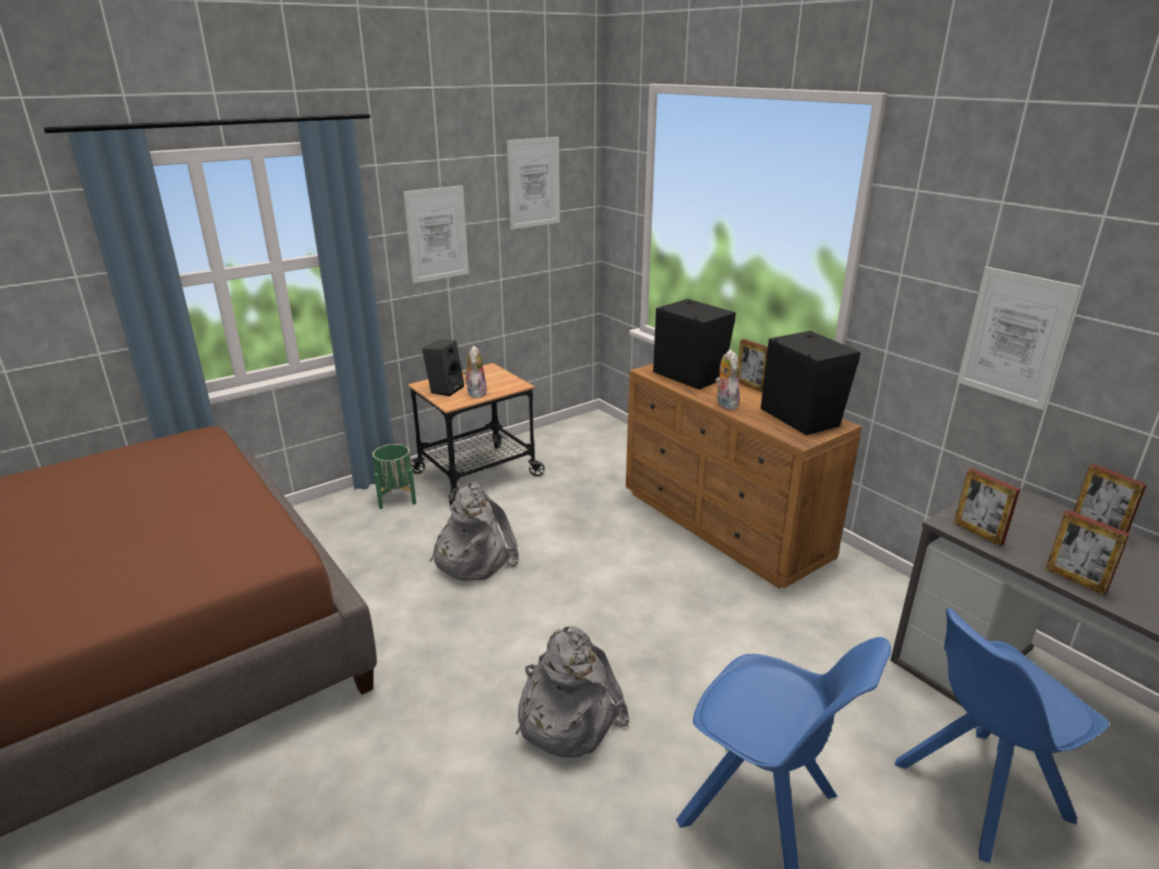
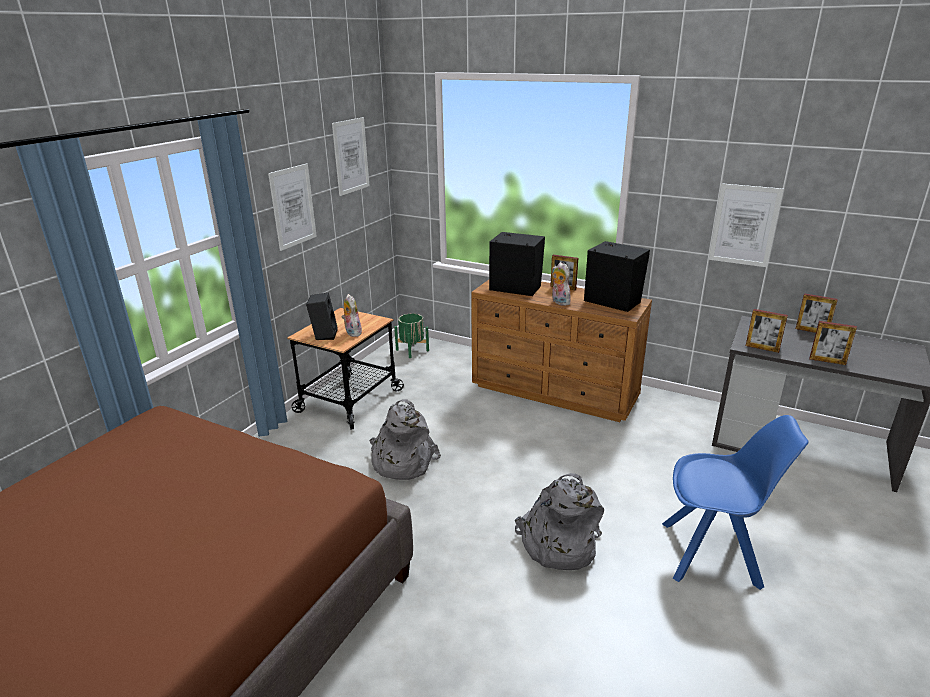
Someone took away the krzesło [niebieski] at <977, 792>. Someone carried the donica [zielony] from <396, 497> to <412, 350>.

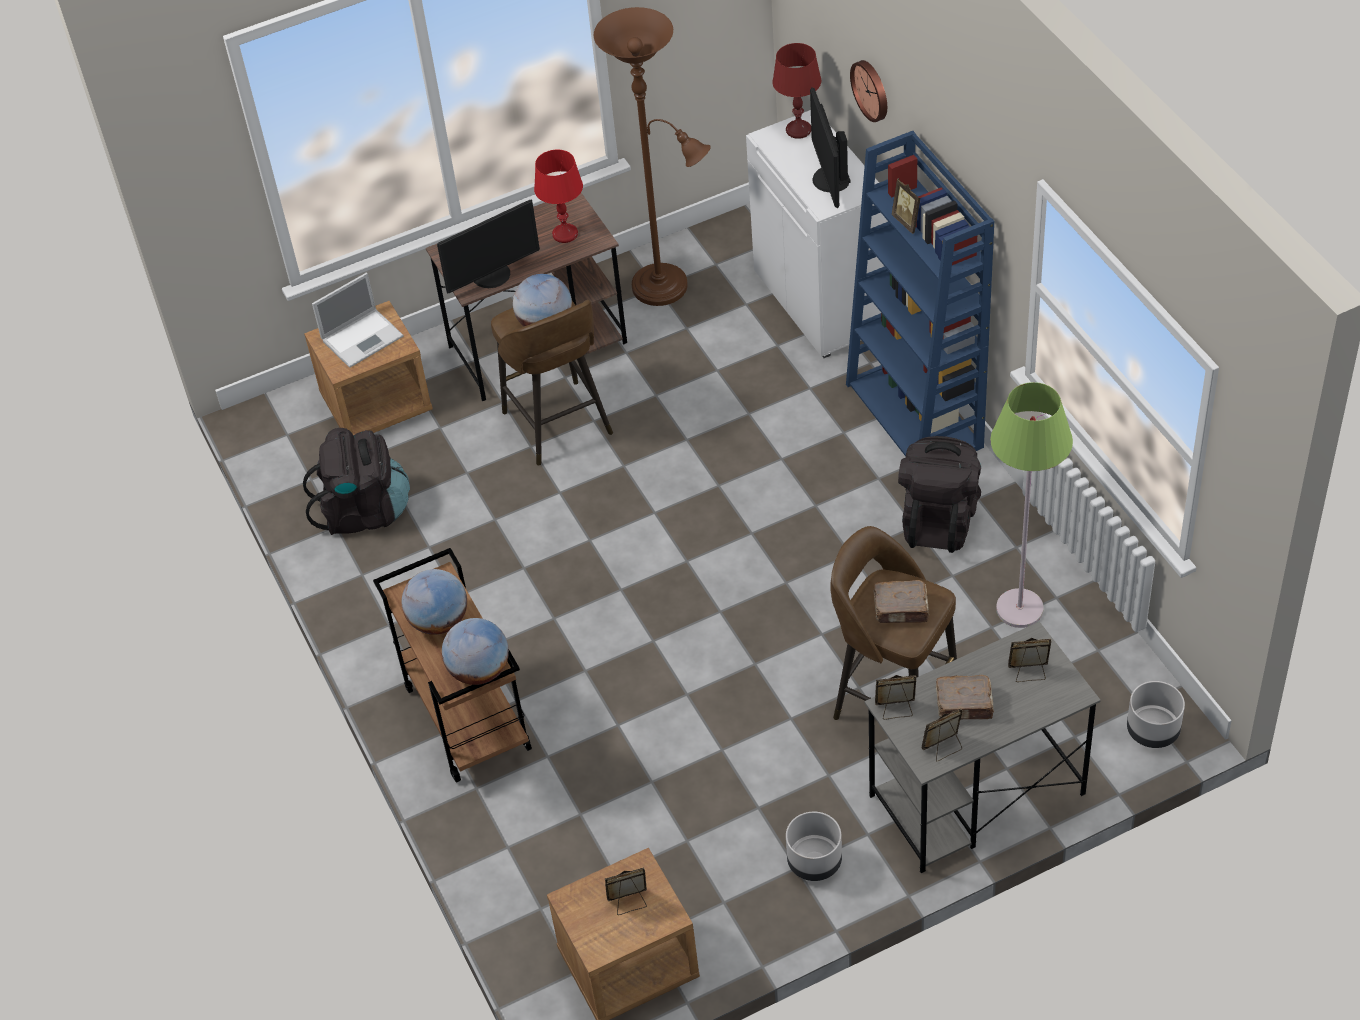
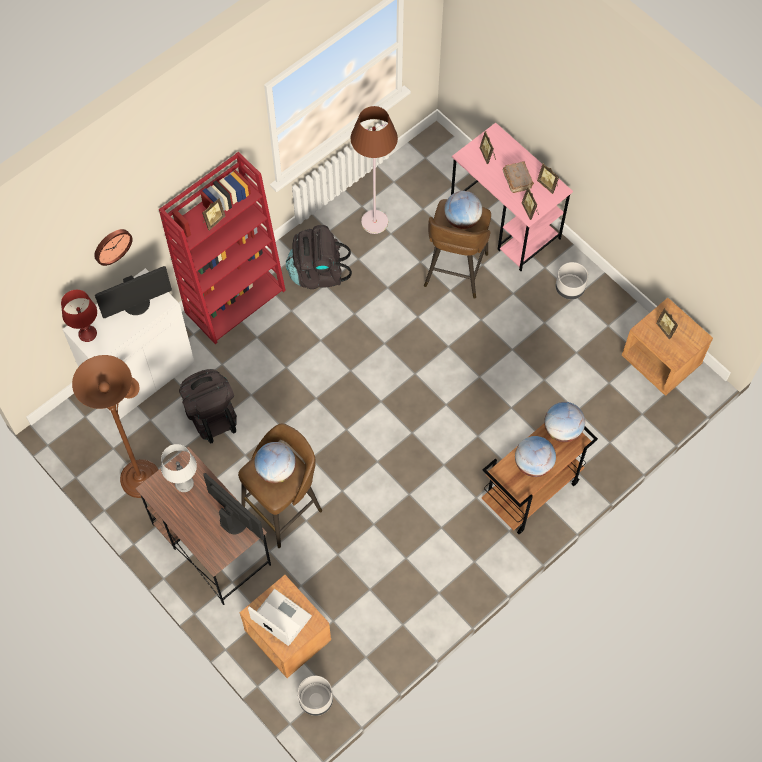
Someone carried the plecak [czarny] from <364, 511> to <211, 415>. Someone carried the donica [szary] from <1153, 731> to <316, 699>. Someone swapped the książka [brązowy] at <901, 609> for the globus at <462, 219>. Someone repainted the lampa stołowa [czerwony] at <565, 234>, which became the lampa stołowa [szary] at <184, 483>. Someone repainted the regał [niebieski] at <916, 416>, which became the regał [czerwony] at <235, 300>. Someone repainted the biurko [szary] at <975, 796>, which became the biurko [różowy] at <505, 223>. Someone repainted the lampa stojąca [zielony] at <1019, 609>, which became the lampa stojąca [brązowy] at <374, 222>.

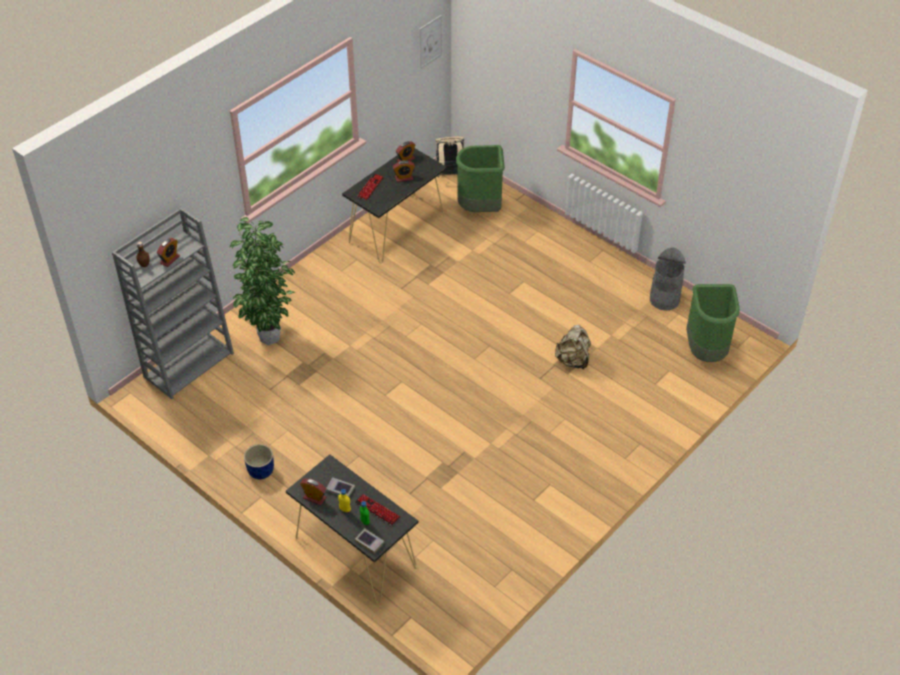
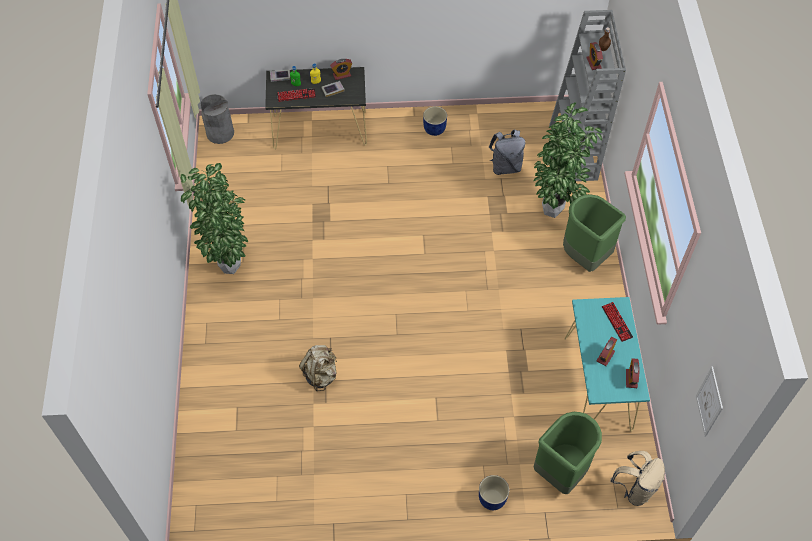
Someone put down the roślina doniczkowa at <228, 265>. Someone put down the donica [niebieski] at <491, 499>. Someone put down the plecak [szary] at <505, 166>. Someone carried the kosz na śmieci [szary] from <664, 299> to <220, 133>. Someone carried the kosz na śmieci [zielony] from <706, 351> to <585, 257>. Someone repainted the stolik konsolowy [czarny] at <397, 228>, which became the stolik konsolowy [turkusowy] at <598, 383>.

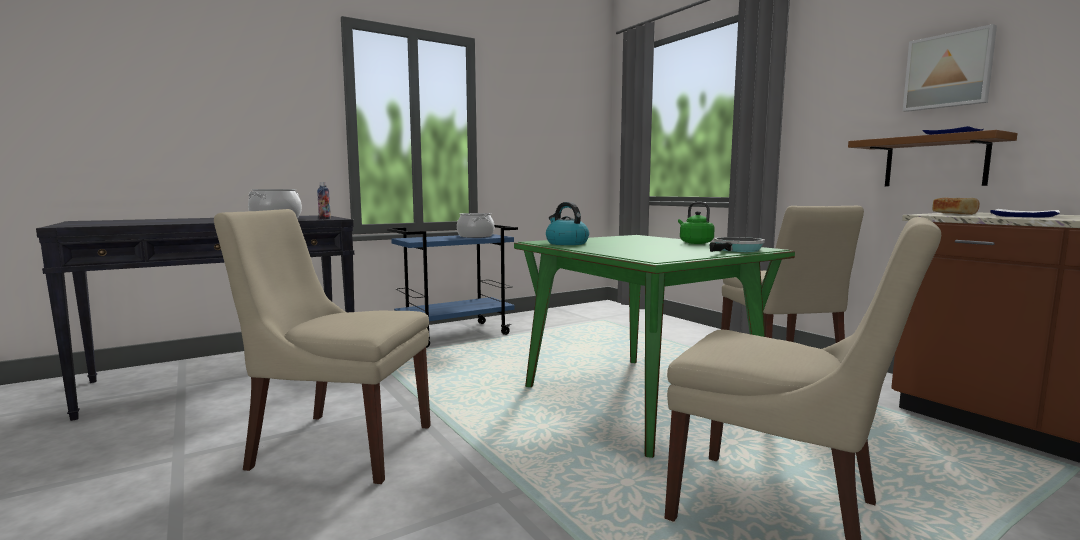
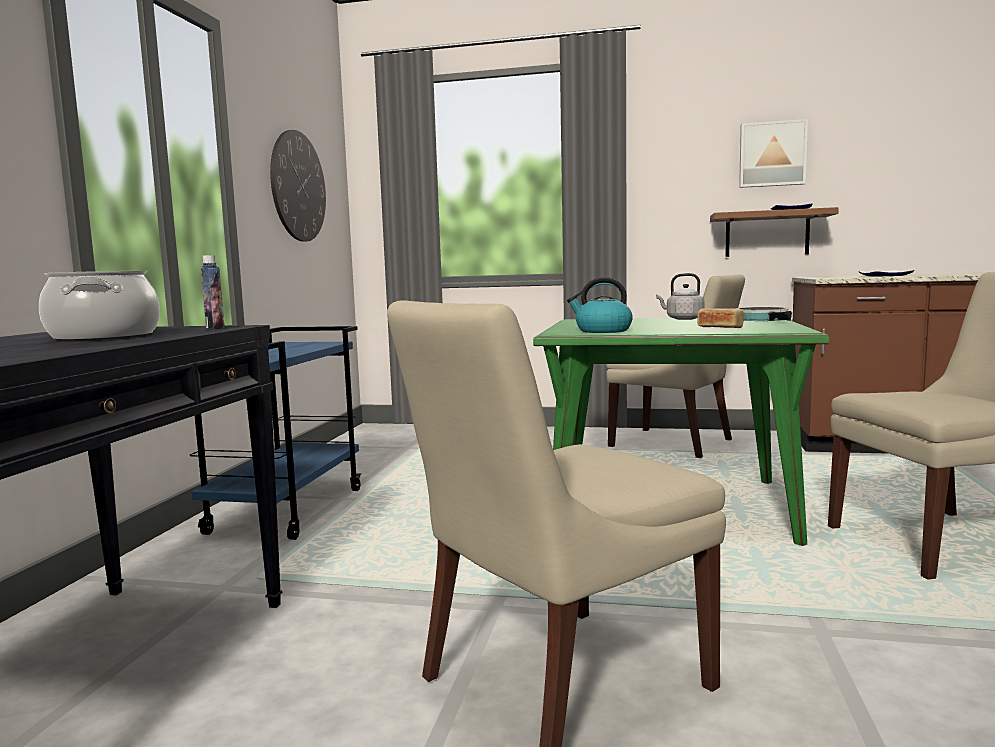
Someone took away the garnek at <476, 236>. Someone put up the zegar ścienny at <298, 186>. Someone carried the chleb from <955, 214> to <720, 328>. Someone repainted the czajnik [zielony] at <694, 243>, which became the czajnik [szary] at <682, 319>.

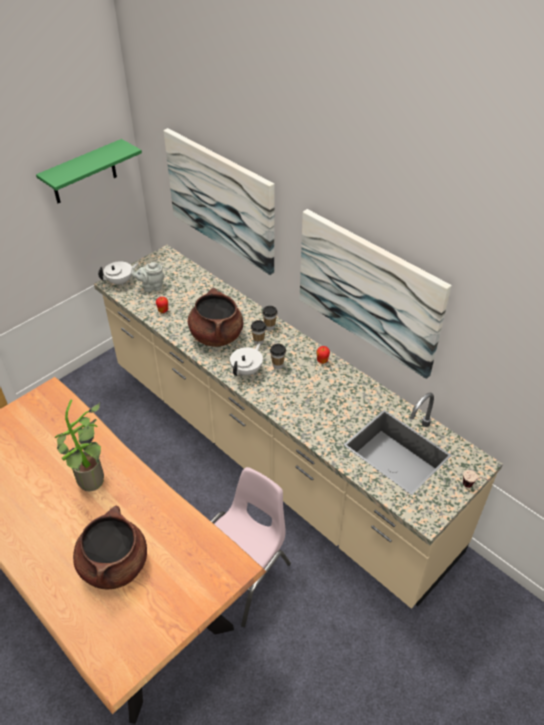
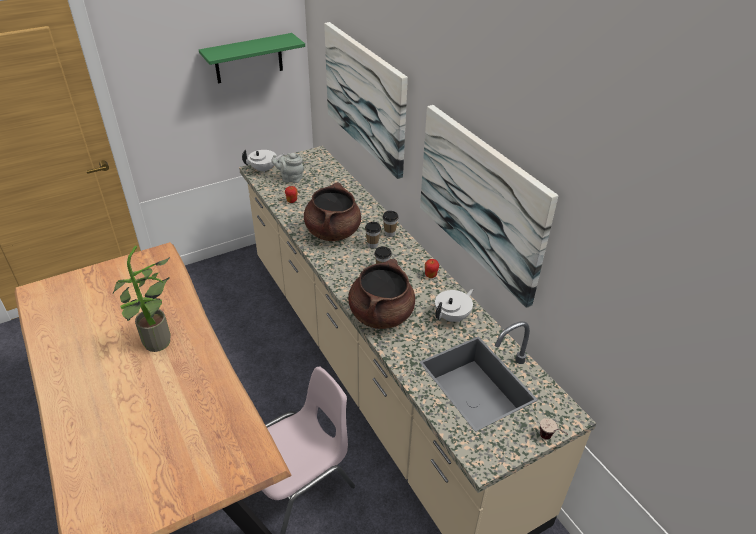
Someone carried the garnek [brązowy] from <114, 564> to <381, 314>. Someone carried the imbryk [biały] from <247, 370> to <452, 316>.

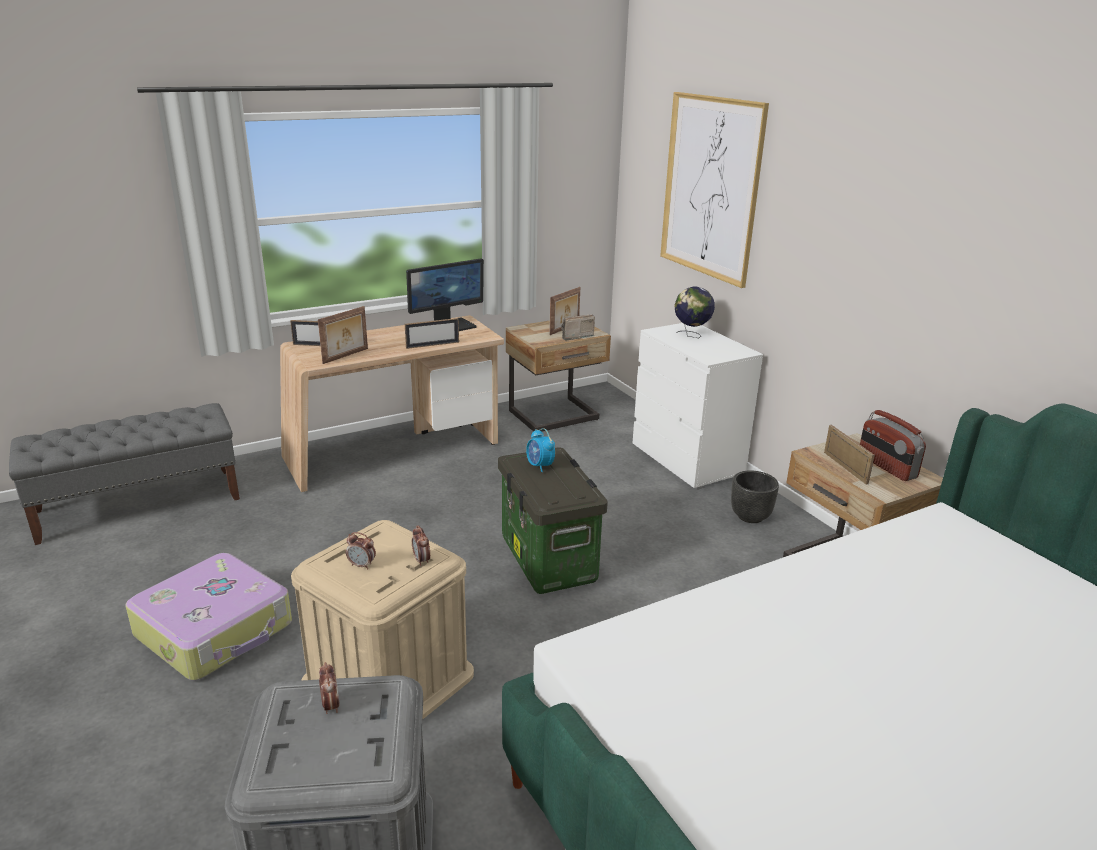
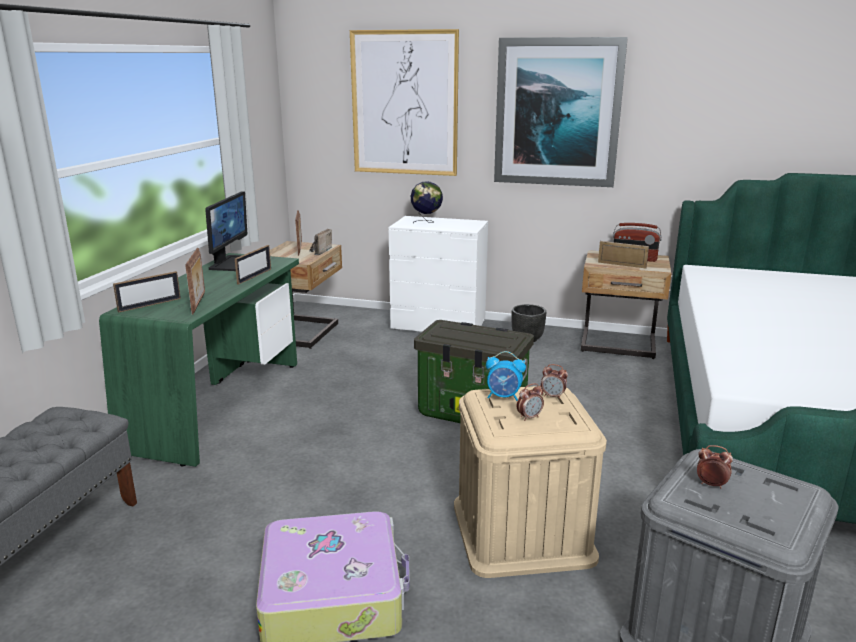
Someone put up the obraz at <558, 112>. Someone carried the budzik from <540, 466> to <504, 397>. Someone repainted the biurko [beżowy] at <394, 453>, which became the biurko [zielony] at <221, 405>.

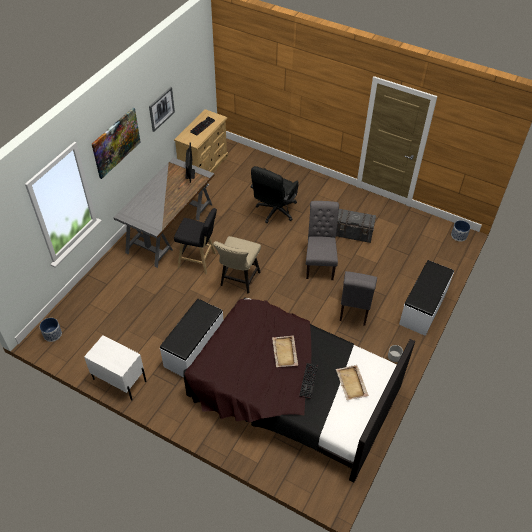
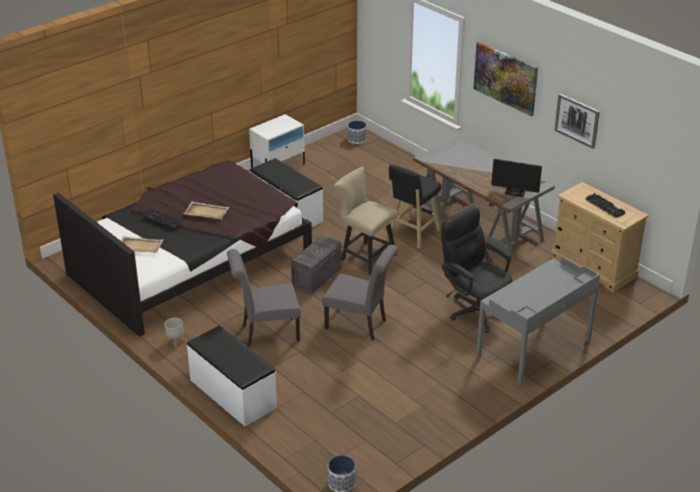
Someone put down the biurko [szary] at <534, 348>. Someone carried the pojemnik do przechowywania [szary] from <353, 234> to <316, 278>. Someone rotated the krzesło [szary] at <354, 310> by 45 degrees counterclockwise.

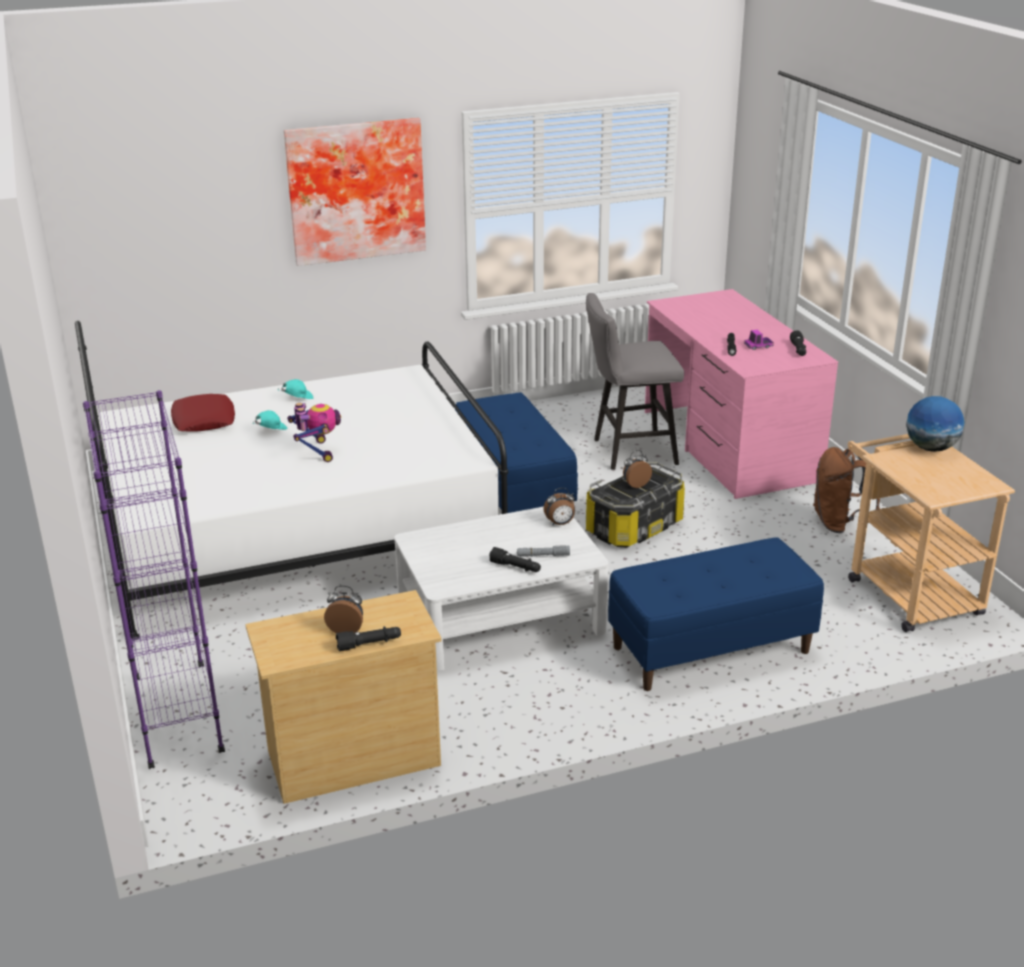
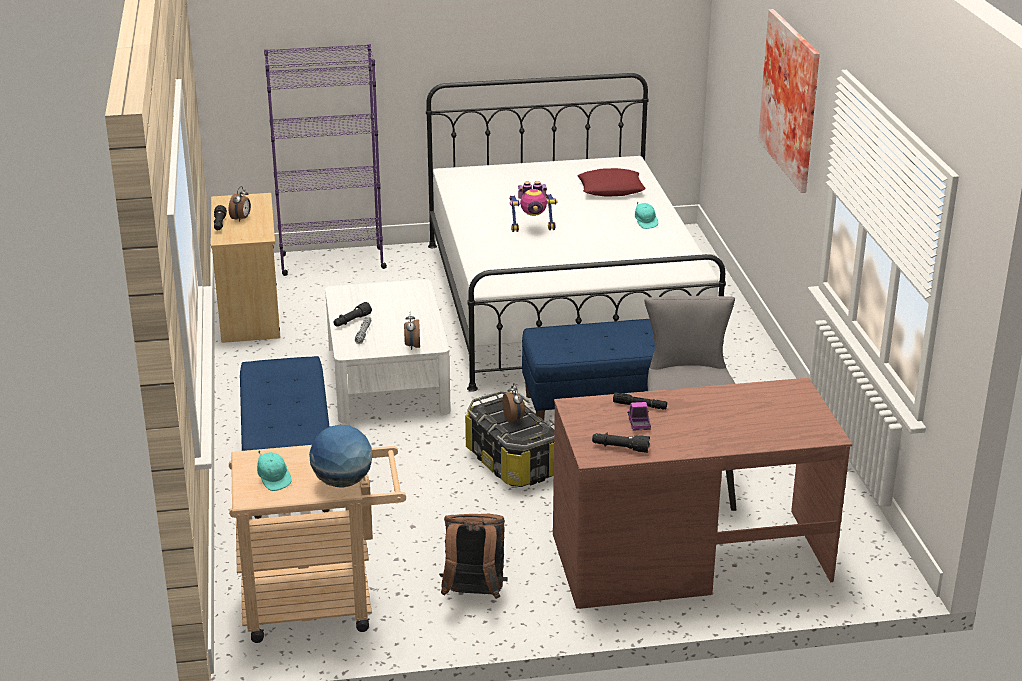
Someone carried the czapka z daszkiem [turkusowy] from <271, 430> to <274, 479>. Someone repainted the biurko [różowy] at <728, 445>, which became the biurko [brązowy] at <689, 557>.

